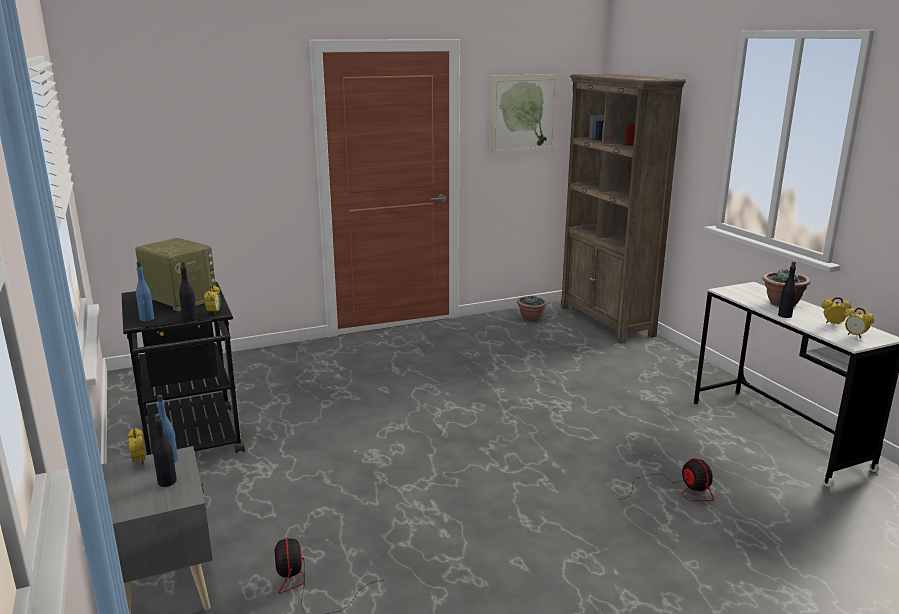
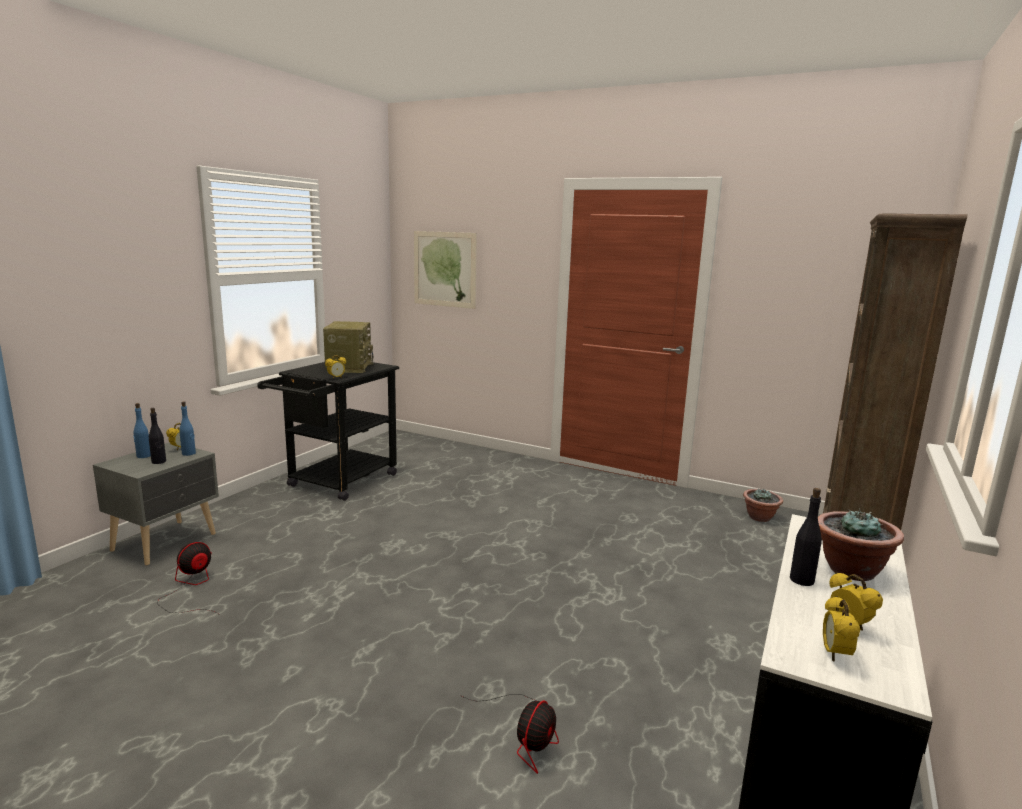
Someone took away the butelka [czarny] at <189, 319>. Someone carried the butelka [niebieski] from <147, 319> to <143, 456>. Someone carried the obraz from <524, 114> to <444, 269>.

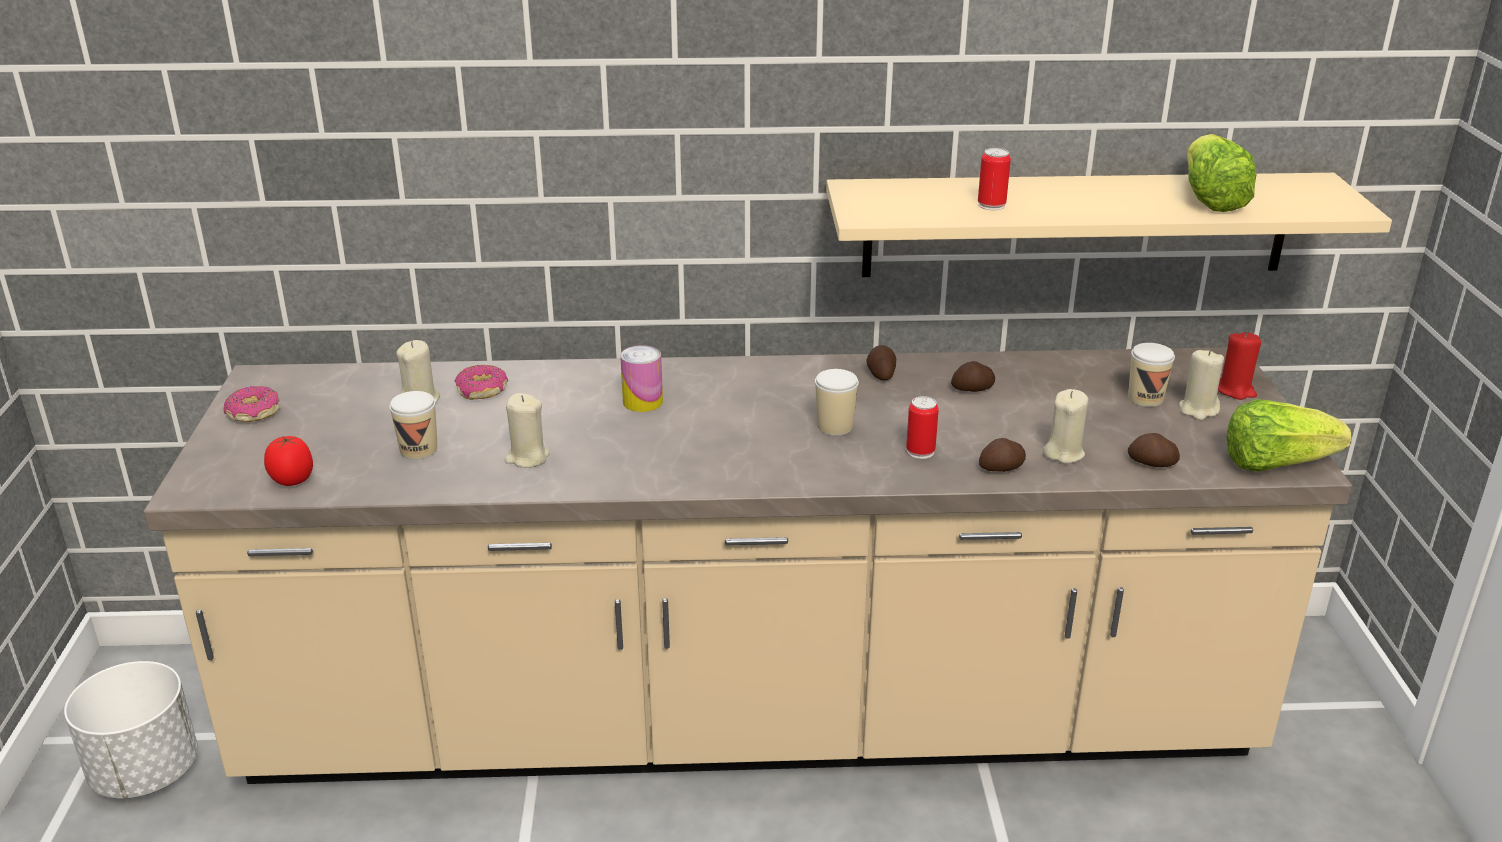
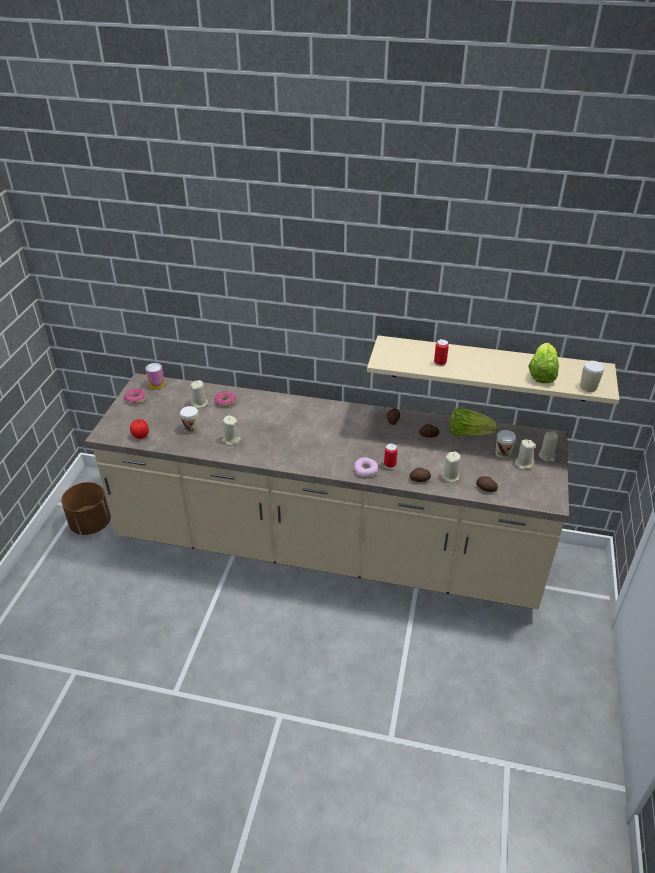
Someone put down the donut at <365, 470>. Someone carried the puszka from <642, 402> to <156, 384>. Someone carried the filiżanka from <835, 426> to <588, 387>. Someone carried the sałata from <1274, 463> to <468, 433>. Someone repainted the donica [biały] at <145, 772>, which became the donica [brązowy] at <90, 524>. Someone repainted the świeca [czerwony] at <1235, 390>, which became the świeca [beżowy] at <547, 456>.

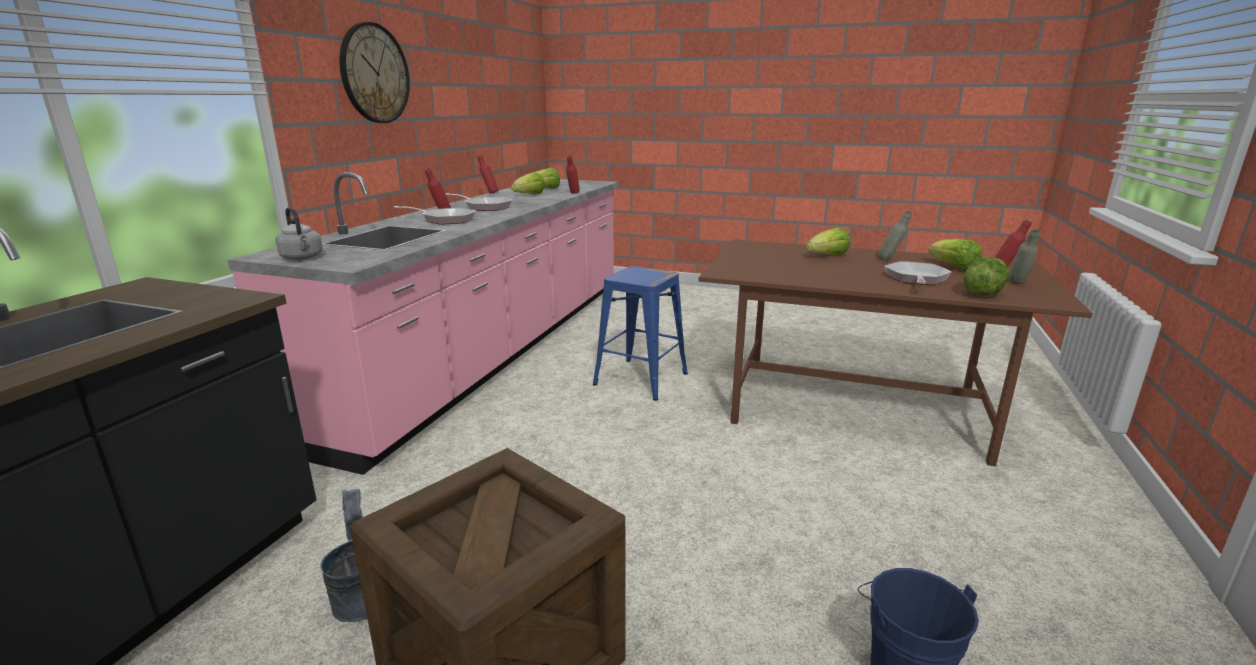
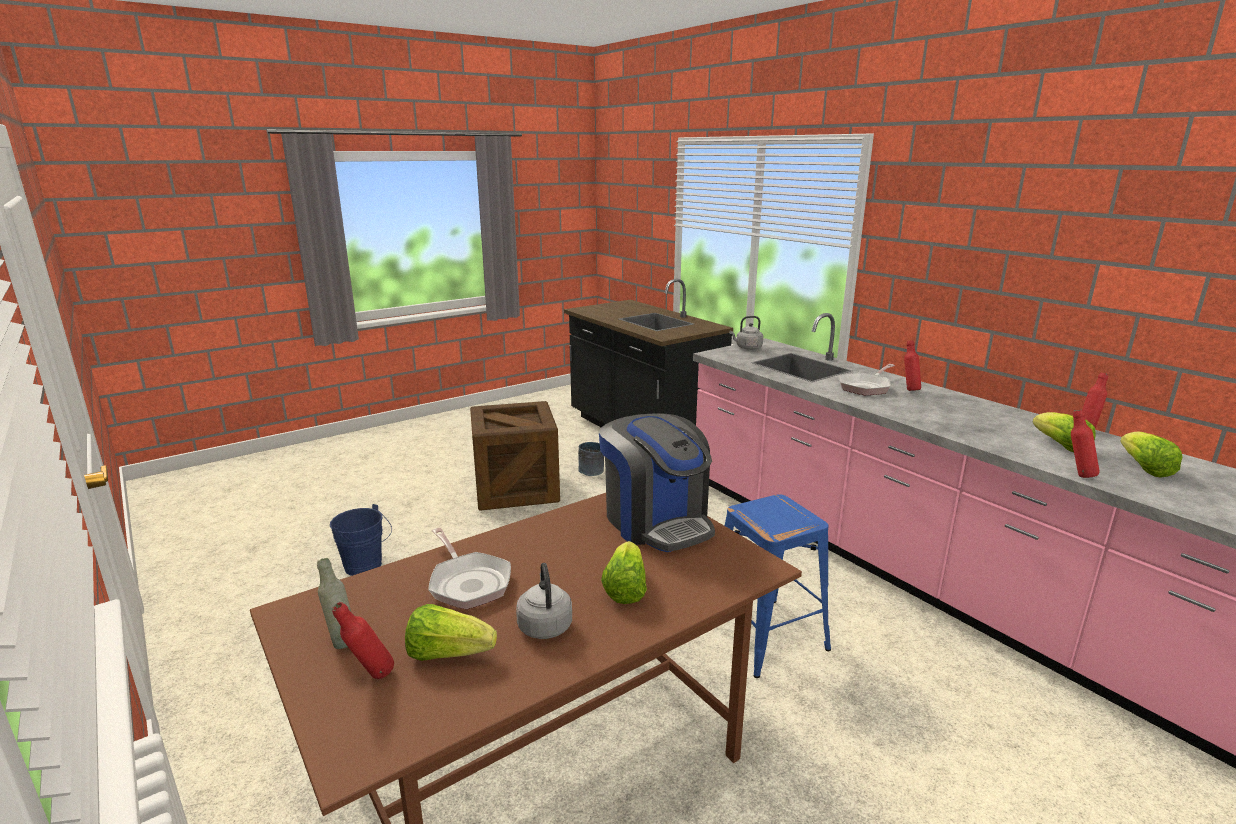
Someone took away the zegar ścienny at <374, 74>. Someone took away the patelnia at <485, 207>. Someone took away the sałata at <982, 293>. Someone put down the ekspres do kawy at <656, 521>. Someone swapped the butelka [szary] at <890, 260> for the czajnik [szary] at <544, 625>.

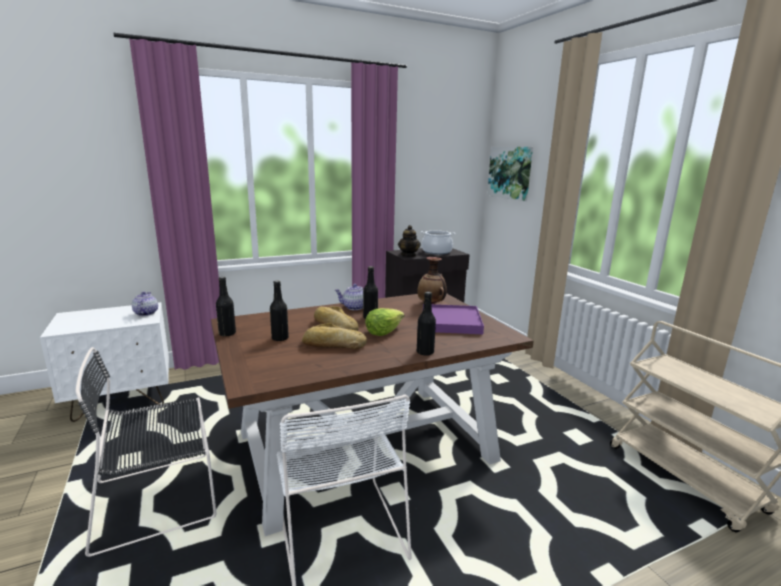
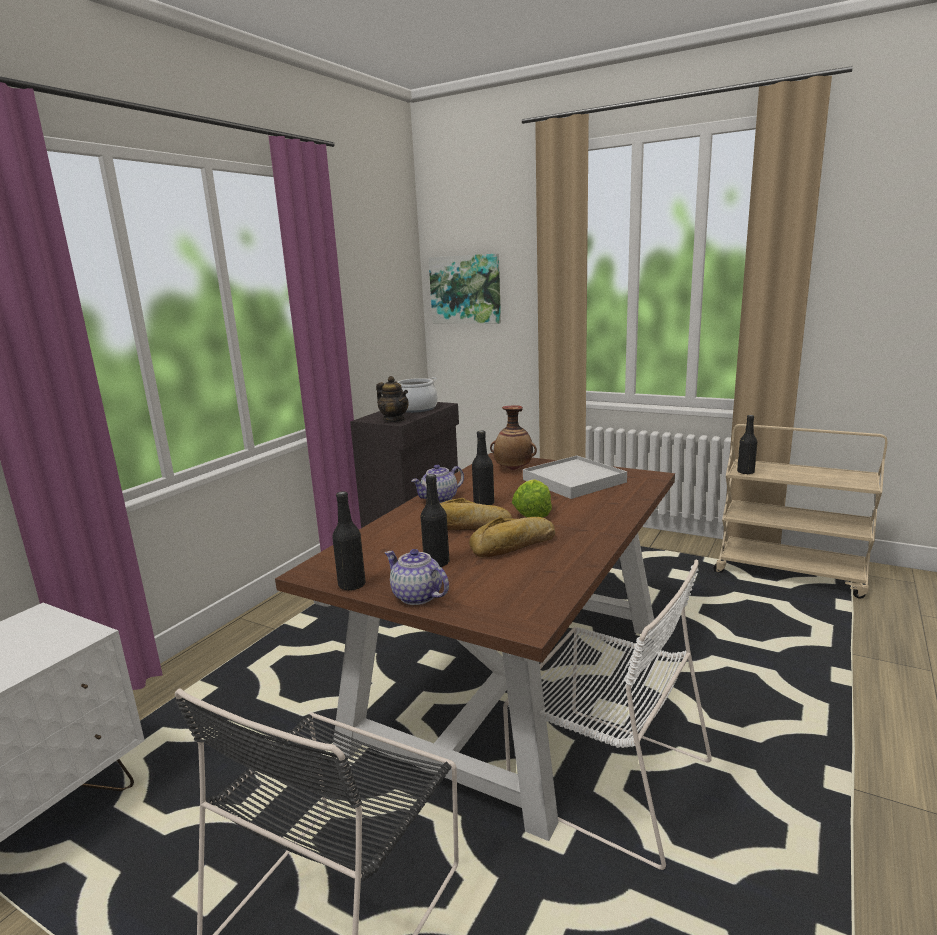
Someone carried the imbryk from <146, 313> to <416, 596>. Someone carried the butelka [czarny] from <425, 352> to <745, 472>. Someone repainted the taca [fioletowy] at <450, 322>, which became the taca [biały] at <574, 481>.

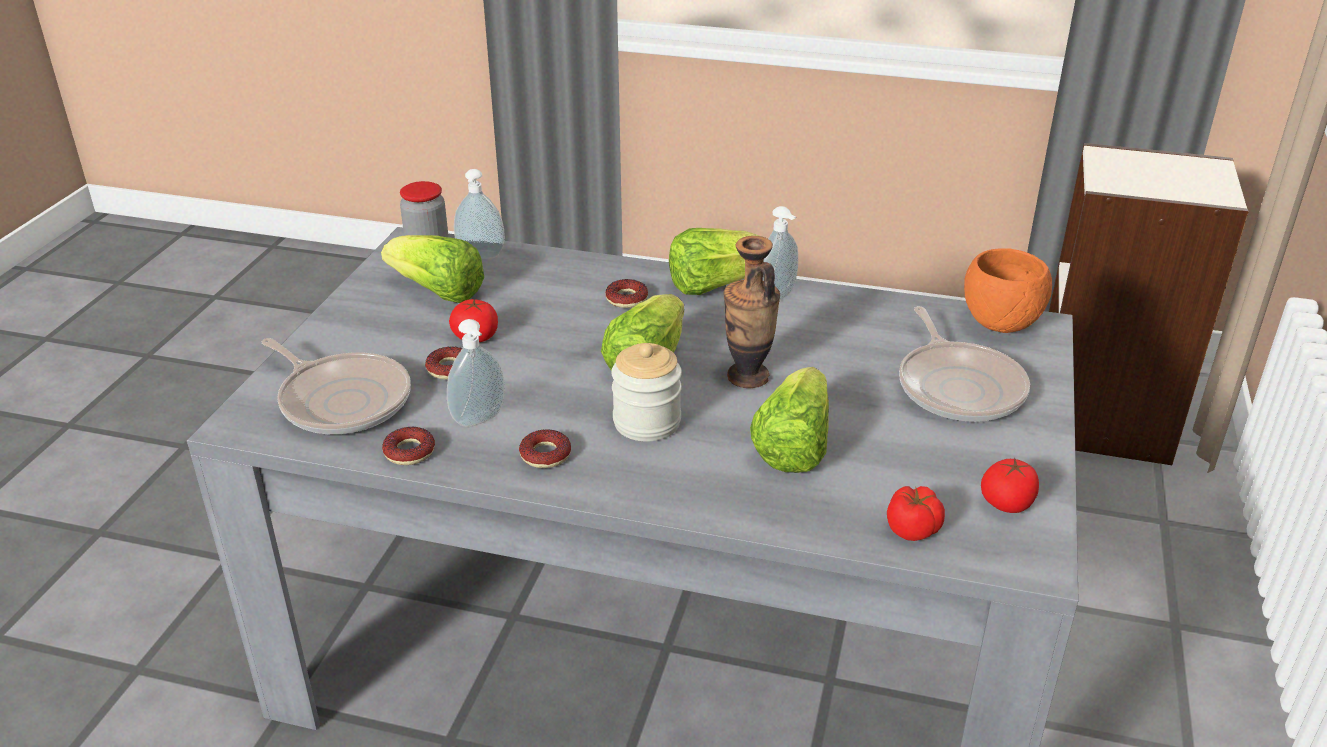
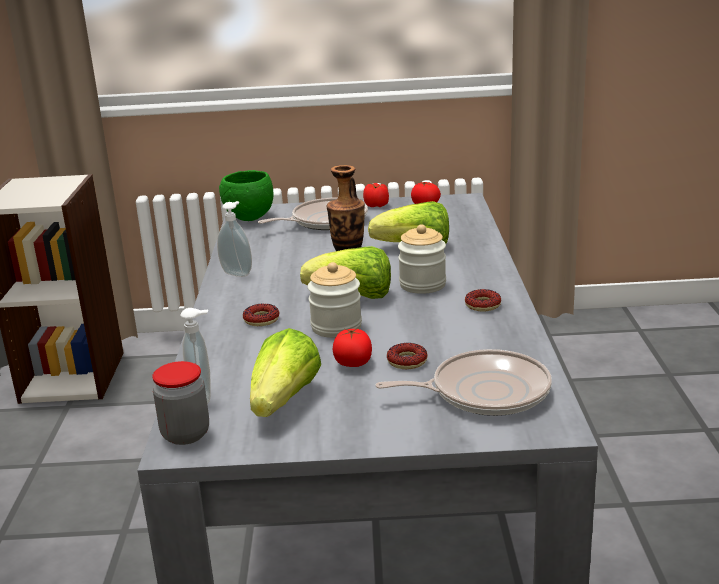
Someone took away the donut at <409, 452>. Someone took away the dozownik mydła at <480, 420>. Someone took away the sałata at <715, 285>. Someone put down the słoik at <336, 327>. Someone carried the pomidor from <913, 530> to <376, 205>. Someone repainted the miska [pomarańczowy] at <1001, 324>, which became the miska [zielony] at <248, 218>. Someone rotated the patelnia at <342, 400> by 60 degrees clockwise.

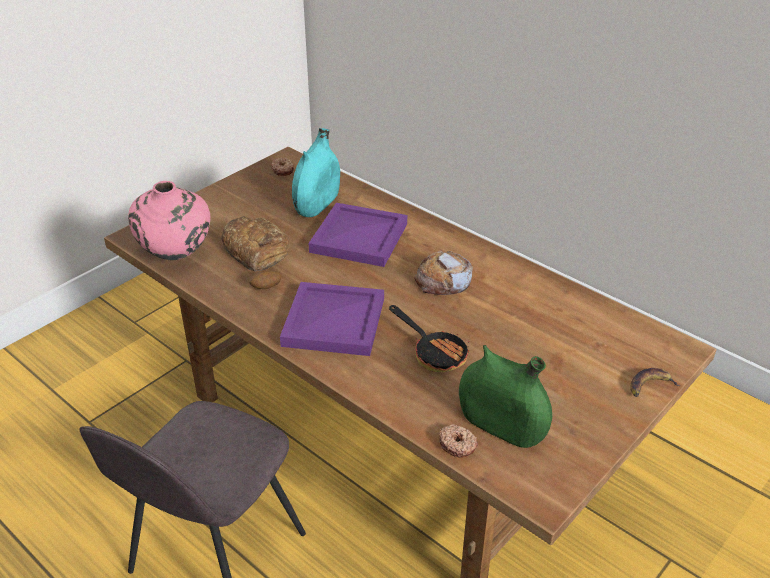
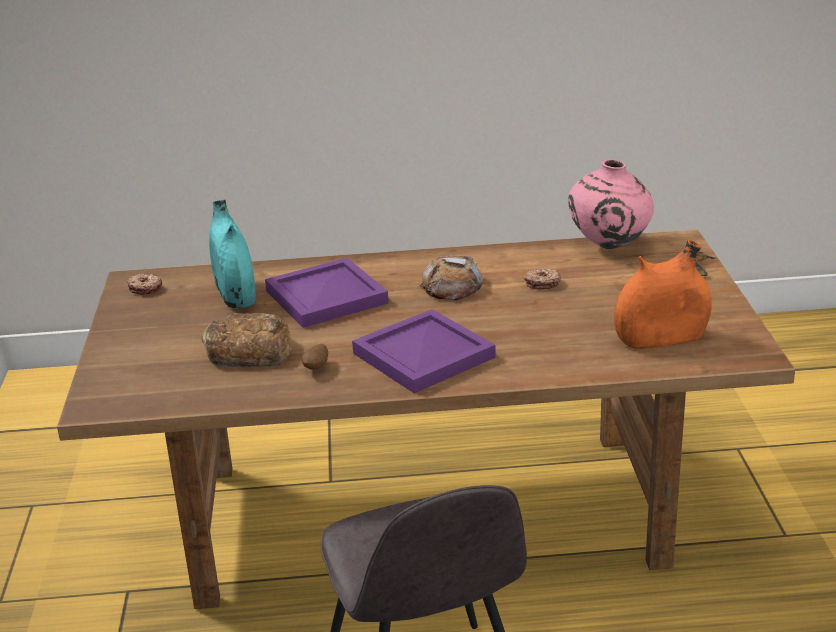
Someone took away the patelnia at <434, 352>. Someone carried the wazon [różowy] from <177, 255> to <609, 246>. Someone carried the donut from <457, 444> to <542, 283>. Someone repainted the wazon [zielony] at <501, 426>, which became the wazon [pomarańczowy] at <661, 338>.

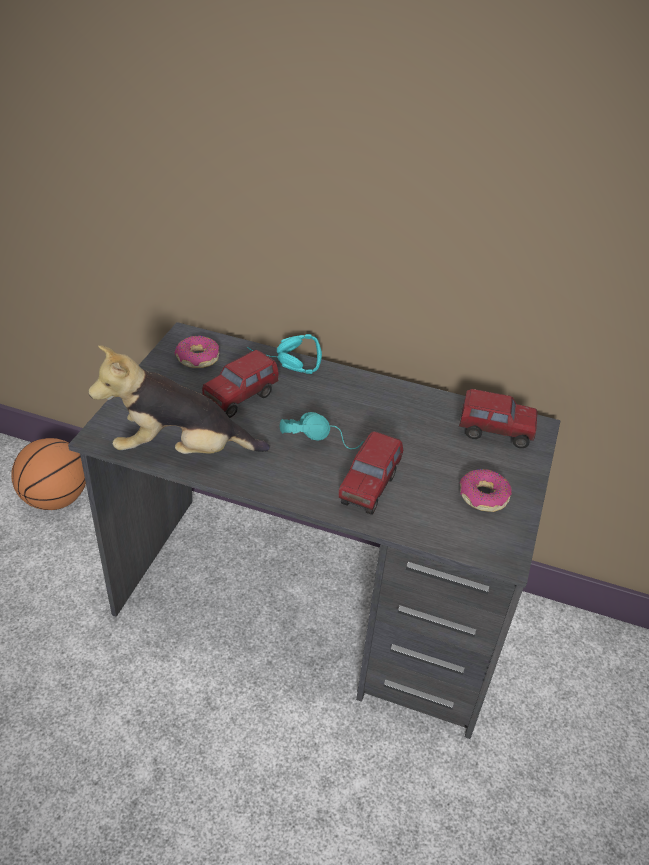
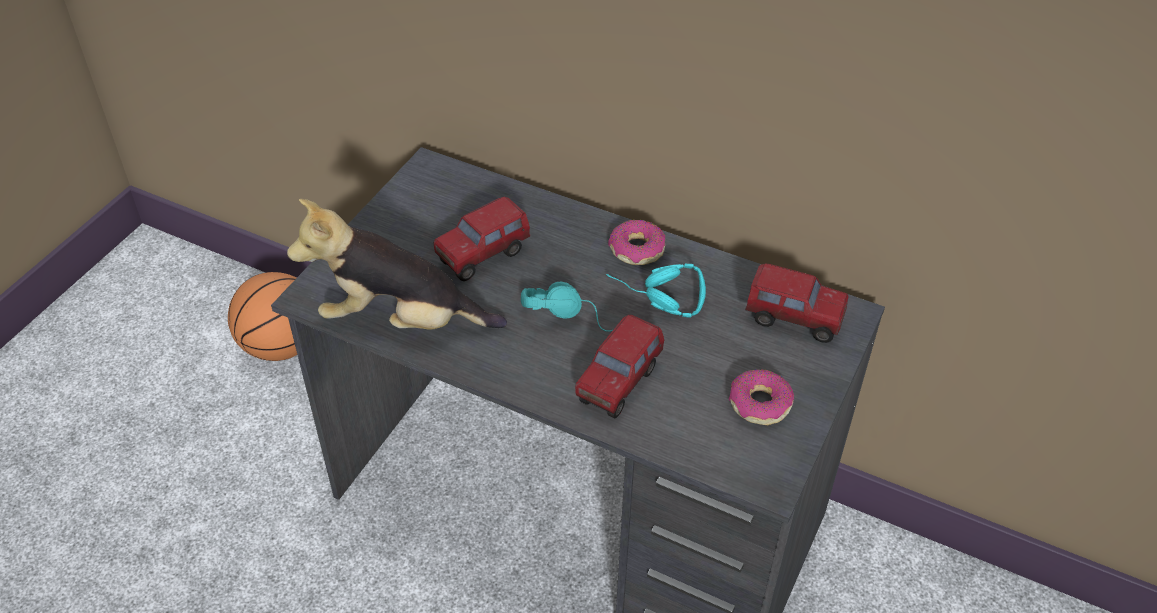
Someone carried the donut from <197, 358> to <636, 250>. Someone carried the słuchawki [turkusowy] from <284, 365> to <654, 302>.

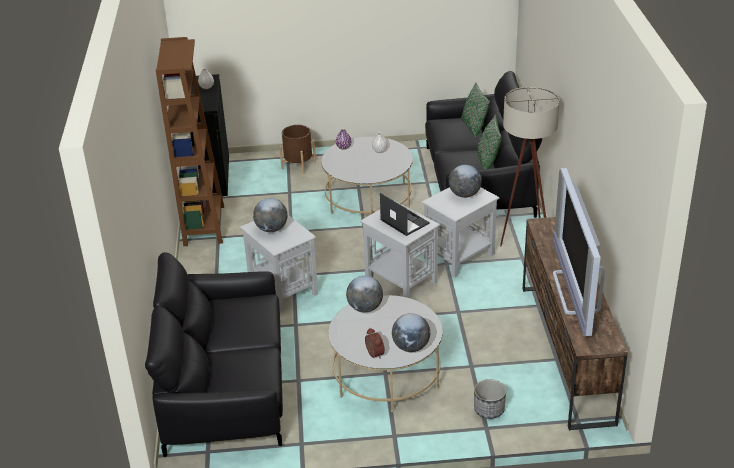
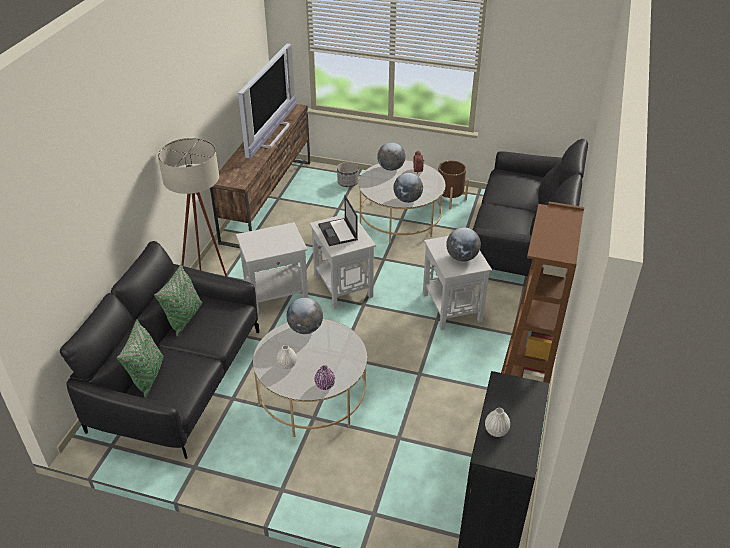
Someone carried the donica [brązowy] from <298, 165> to <449, 199>. Someone carried the globus from <464, 194> to <305, 329>.

